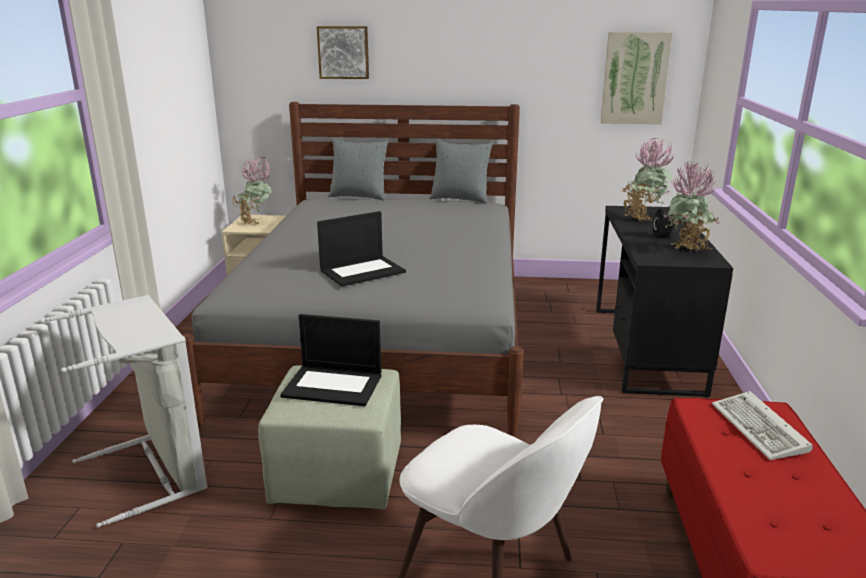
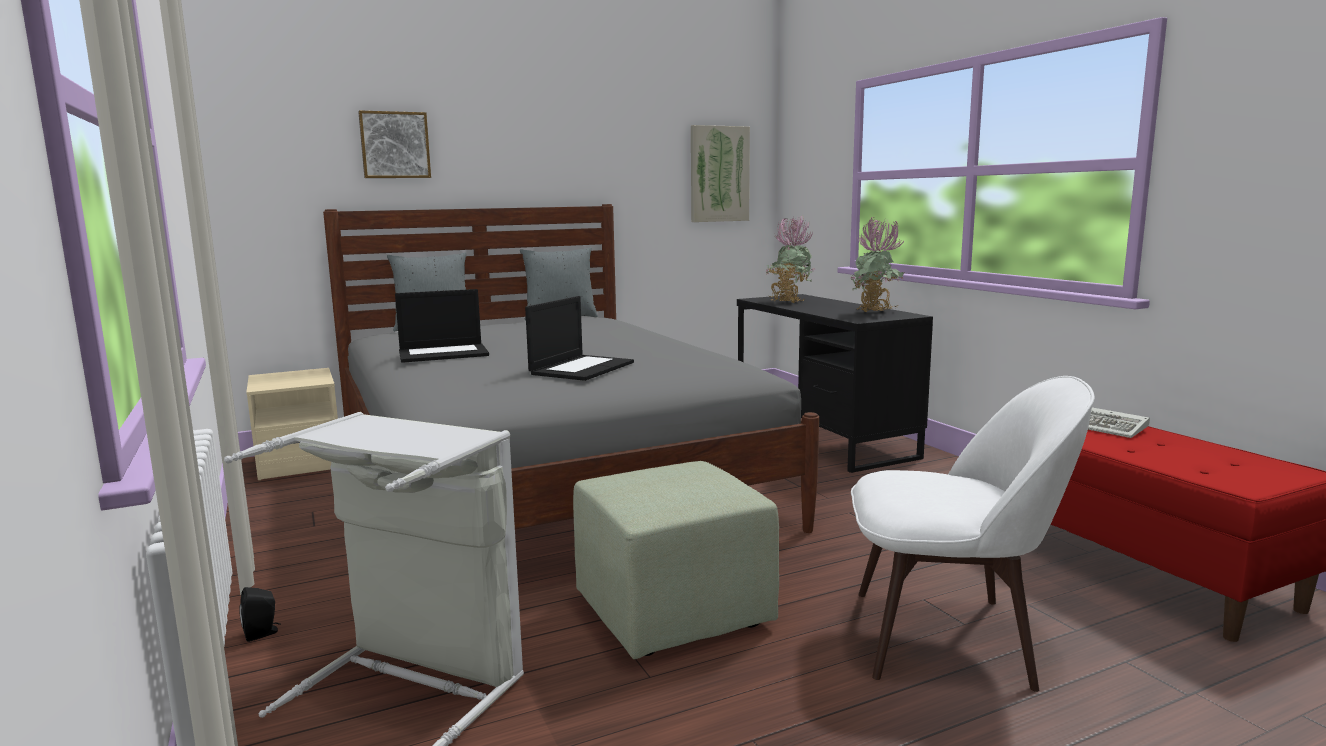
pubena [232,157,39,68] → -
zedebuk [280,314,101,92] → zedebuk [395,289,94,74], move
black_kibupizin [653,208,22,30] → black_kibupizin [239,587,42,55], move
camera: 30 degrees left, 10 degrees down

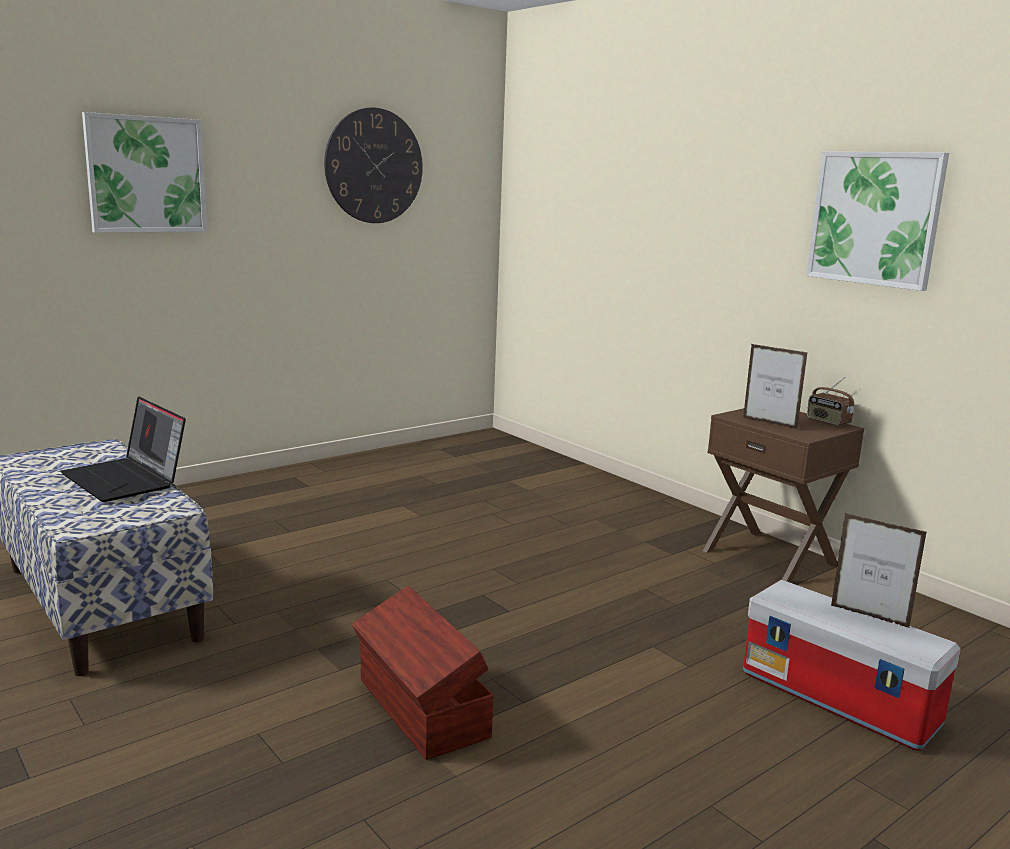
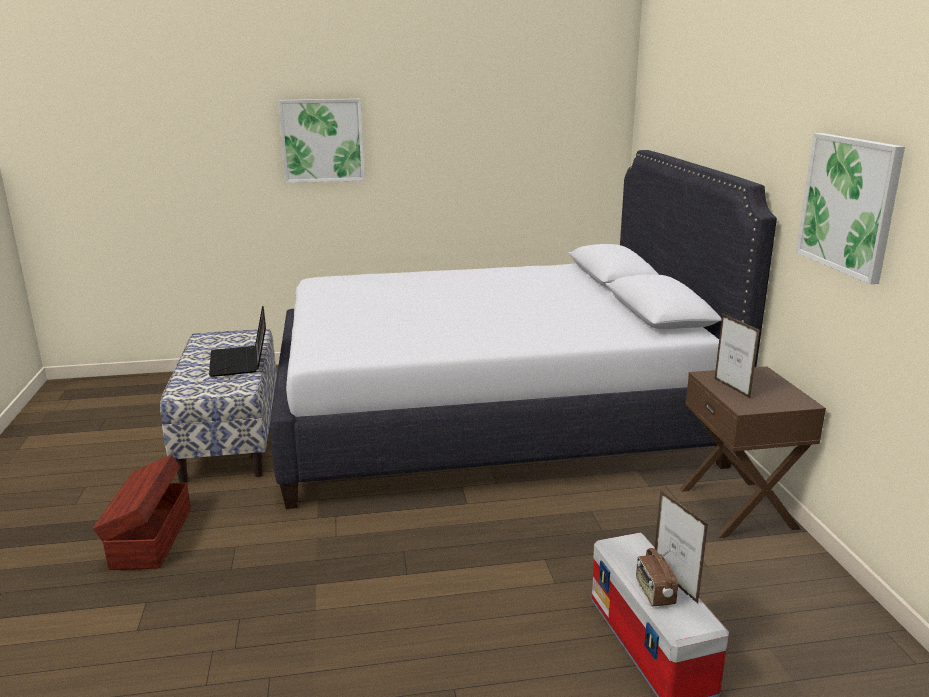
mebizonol [324,107,99,116] → -
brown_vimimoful [352,586,142,174] → brown_vimimoful [93,454,98,116], move
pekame [807,377,47,49] → pekame [636,548,42,59], move
- → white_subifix [270,150,507,359]
camera: 30 degrees right, 5 degrees up

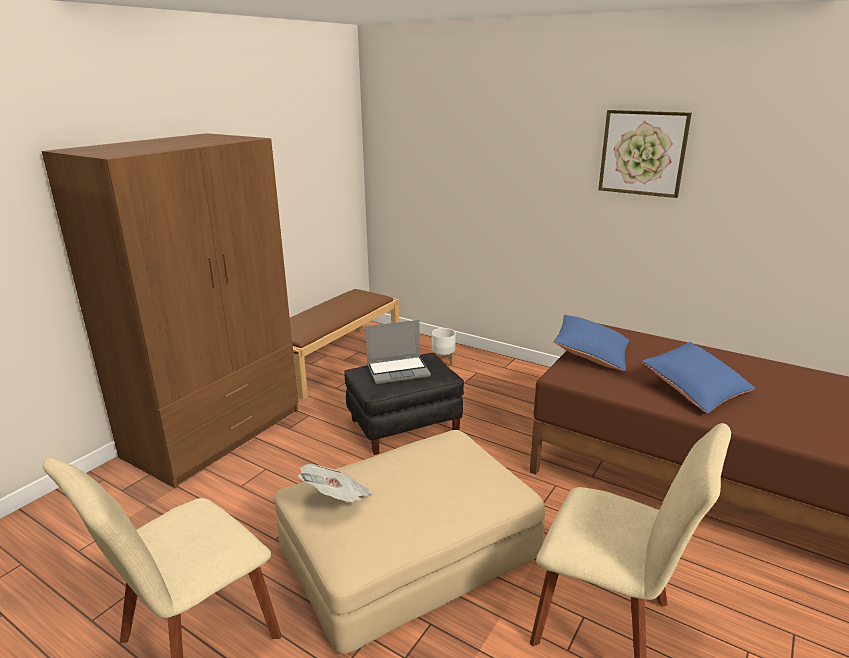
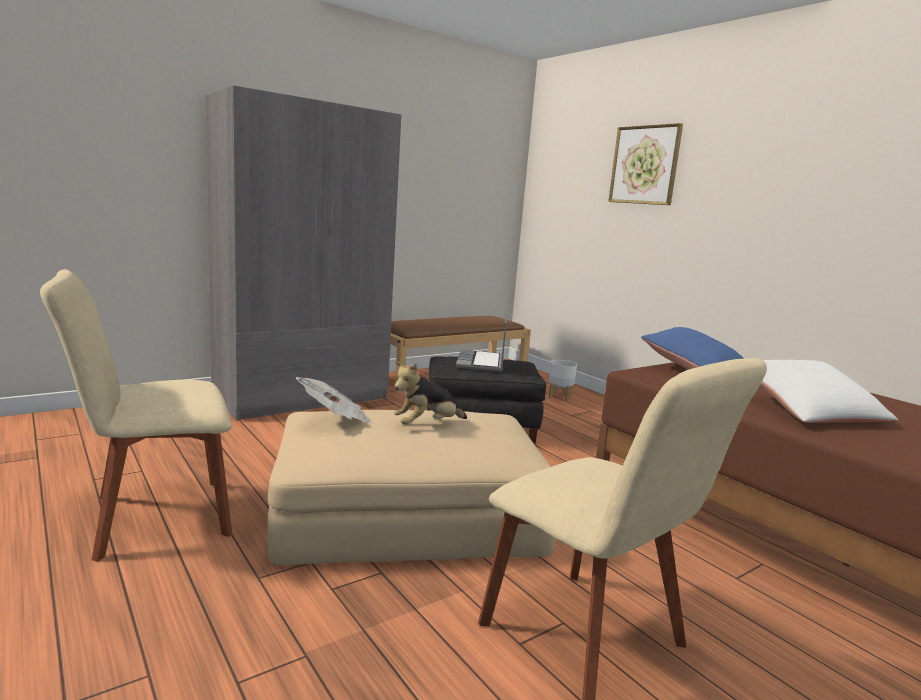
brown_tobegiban [42,133,257,355] → grey_tobegiban [205,85,196,336]
zedebuk [365,320,66,64] → zedebuk [456,312,51,60], 90 degrees clockwise
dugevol [598,110,94,88] → dugevol [608,123,75,82], move
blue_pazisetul [642,342,113,71] → white_pazisetul [760,360,138,63]
- → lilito [394,362,73,62]
camera: 20 degrees right, 10 degrees down

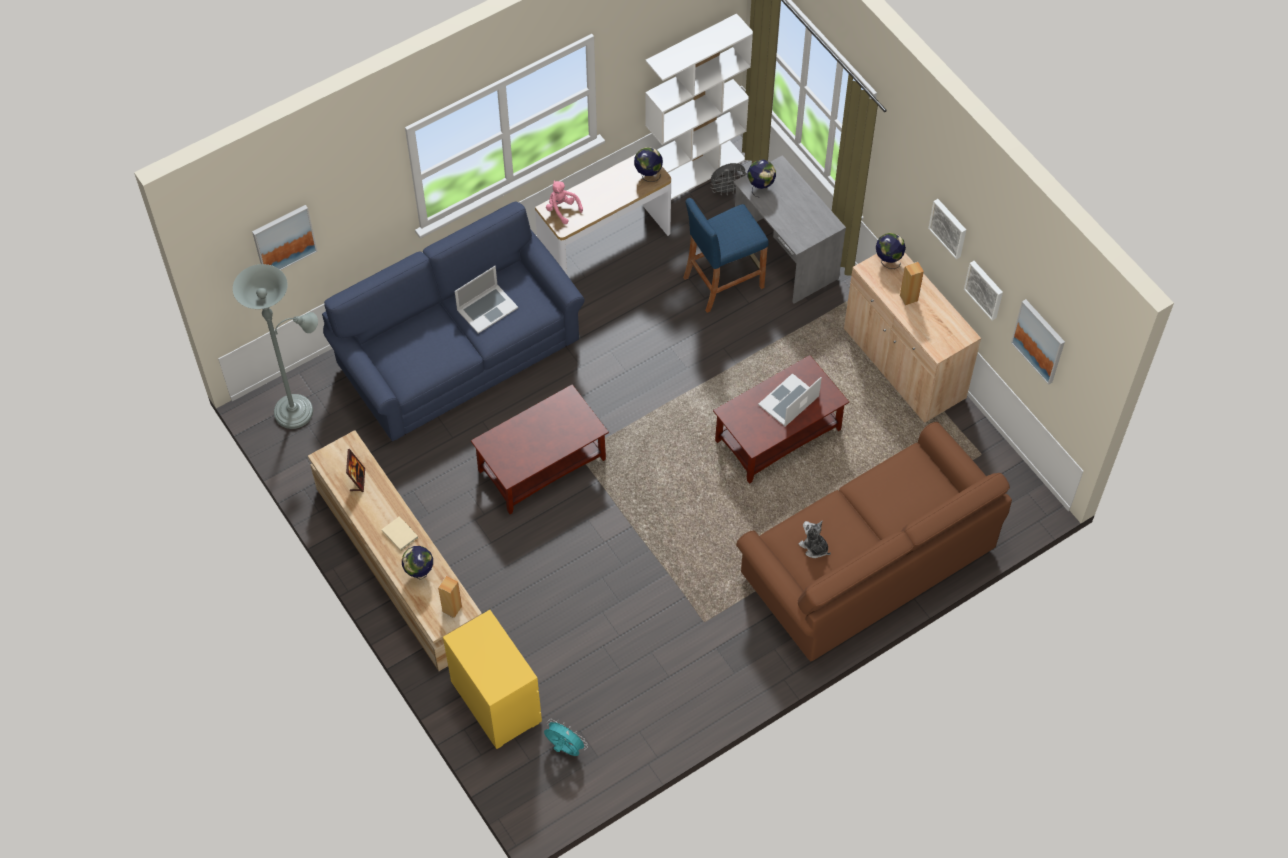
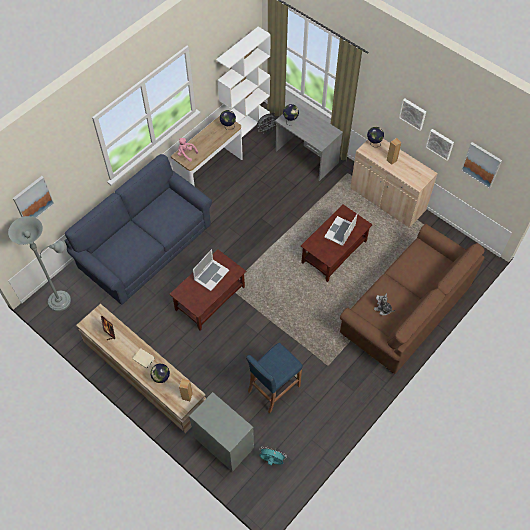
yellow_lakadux [443,610,99,139] → grey_lakadux [189,392,65,80]
zedebuk [455,266,63,68] → zedebuk [193,249,36,42], move
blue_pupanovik [683,198,86,115] → blue_pupanovik [246,343,57,70], move
camera: 15 degrees left, 0 degrees up

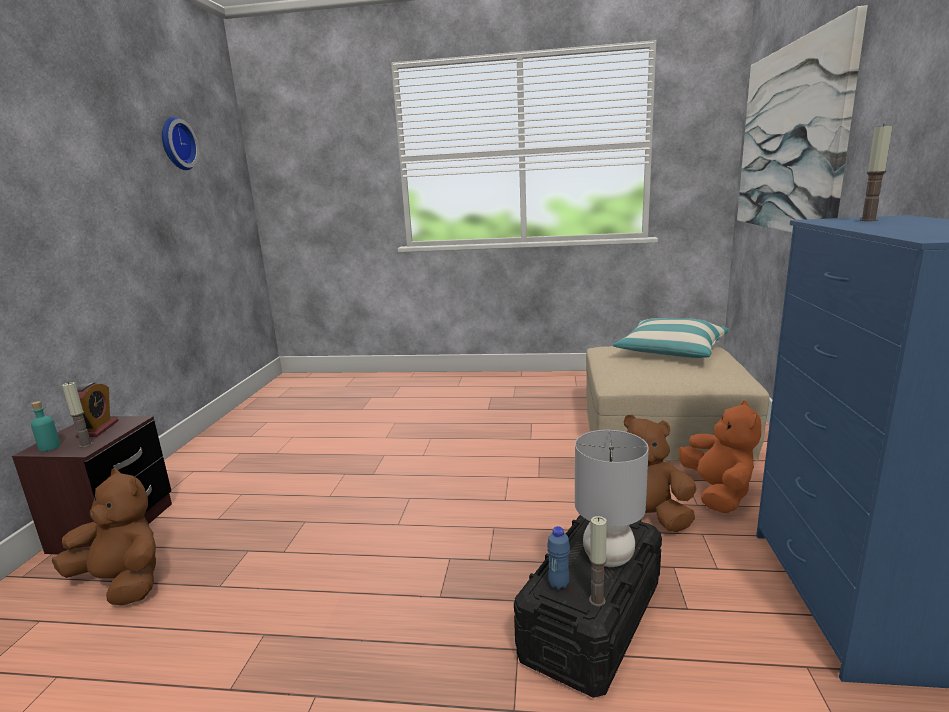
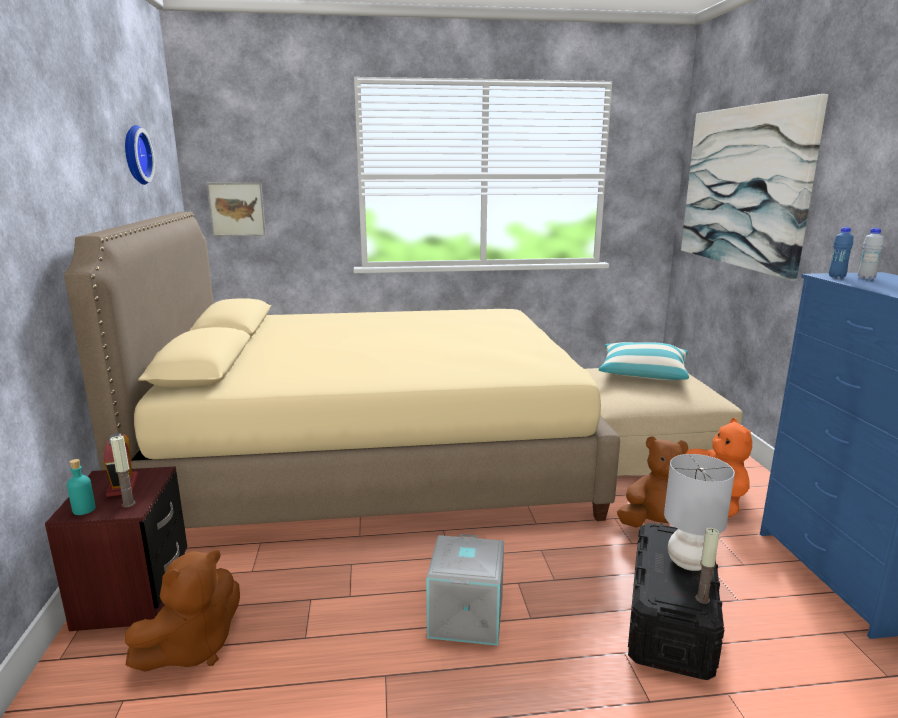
brown_lilito [52,468,104,138] → brown_lilito [125,550,115,121], 120 degrees clockwise
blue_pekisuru [547,526,23,64] → blue_pekisuru [829,227,24,51], move
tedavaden [860,123,33,98] → white_pekisuru [858,228,26,52]
- → beige_subifix [64,212,556,316]
- → dugevol [207,183,59,53]
- → grey_vimimoful [426,534,78,112]
camera: 15 degrees left, 0 degrees up

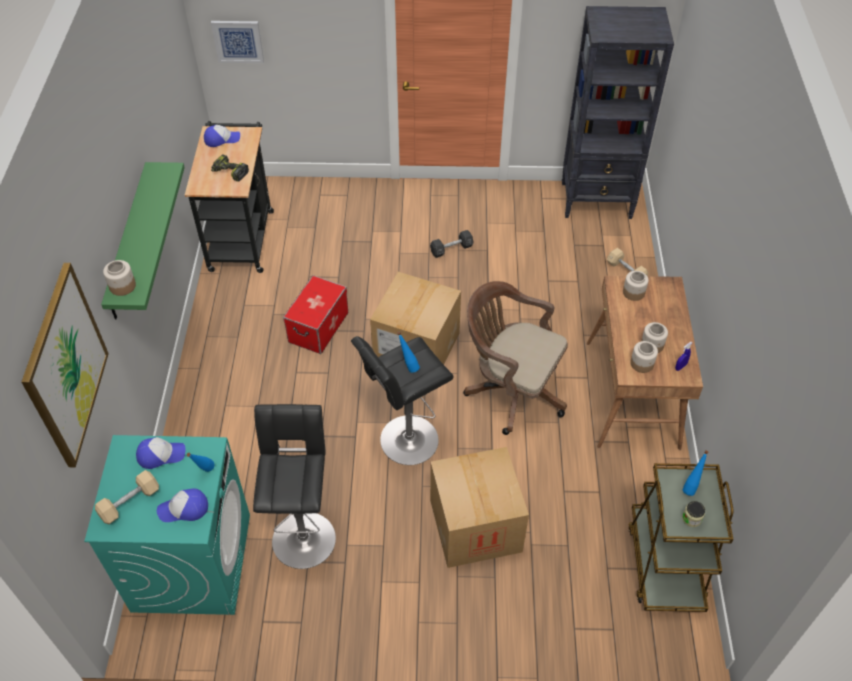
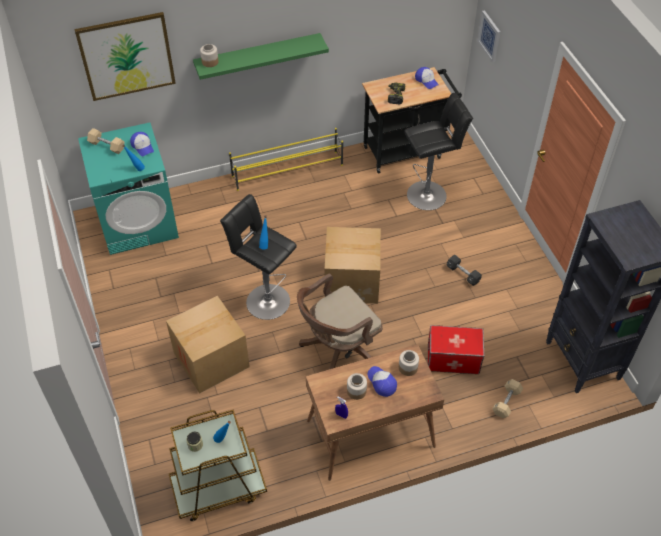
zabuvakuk [157,488,51,34] → zabuvakuk [368,366,29,31], move
black_pupanovik [253,404,83,165] → black_pupanovik [404,93,69,117], move
vimimoful [283,275,65,79] → vimimoful [428,325,56,49], move
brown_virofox [463,281,105,154] → brown_virofox [297,274,86,95], 135 degrees counterclockwise
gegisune [630,341,28,32] → -
- → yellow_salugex [229,128,114,63]
camera: 70 degrees right, 0 degrees up

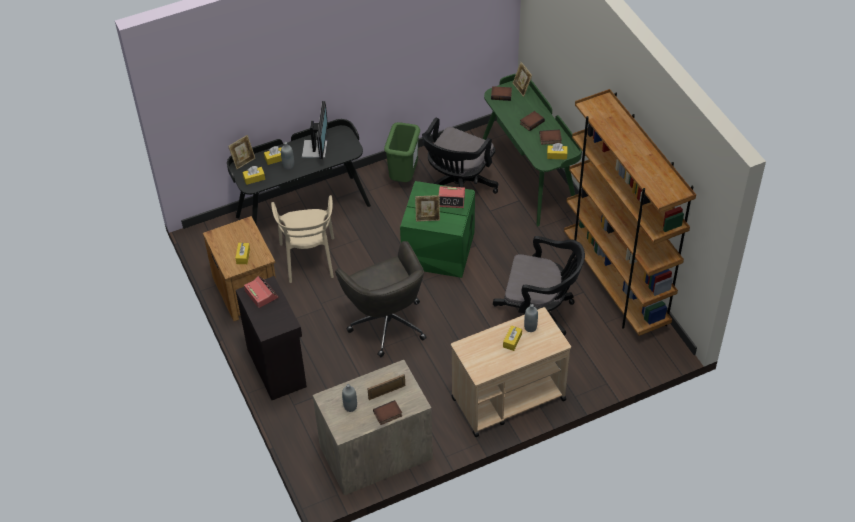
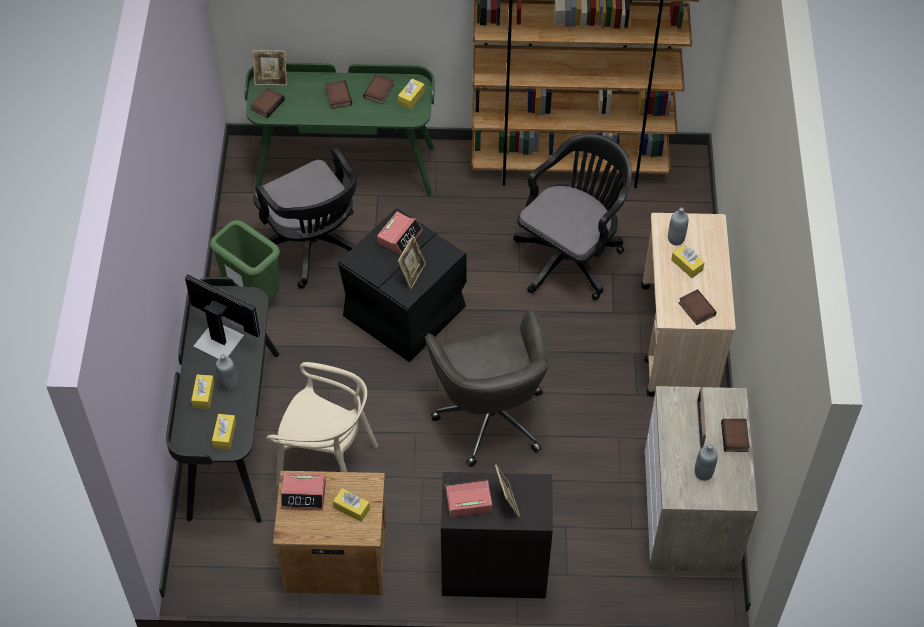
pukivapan [228,135,27,34] → pukivapan [495,465,25,52], move
grey_virofox [335,241,92,116] → grey_virofox [425,309,124,158], 75 degrees clockwise
green_vimimoful [400,181,75,97] → black_vimimoful [338,208,129,154]
- → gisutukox [281,473,45,38]
- → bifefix [679,289,37,36]
camera: 65 degrees left, 5 degrees up

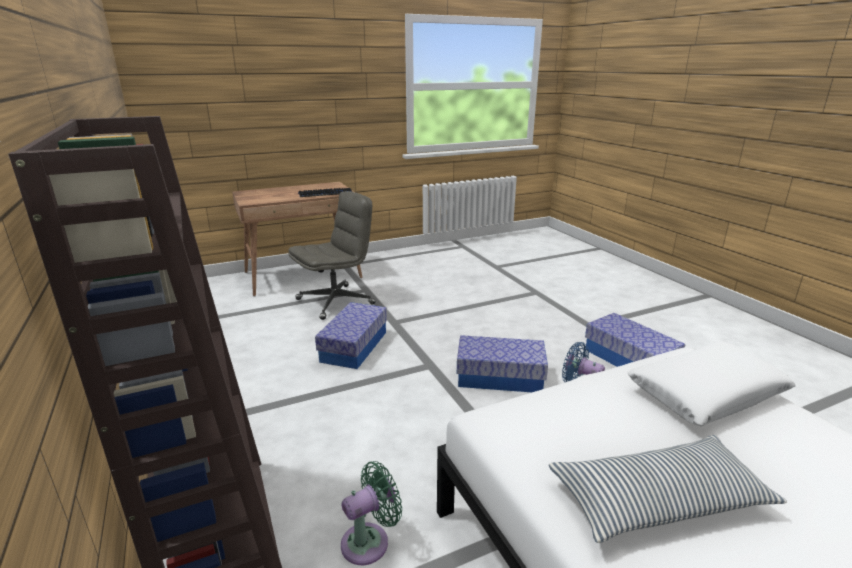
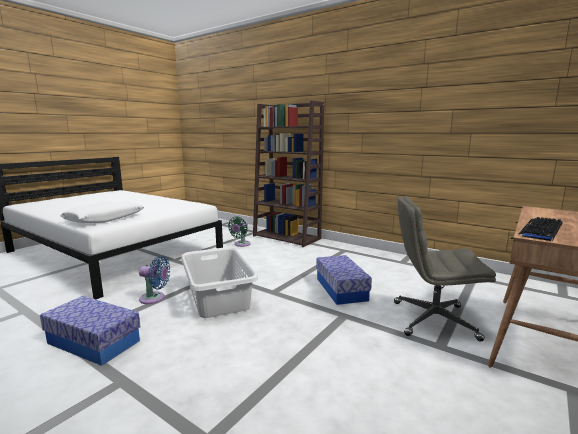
grey_virofox [289,191,86,129] → grey_virofox [394,196,102,145], 75 degrees clockwise
vimimoful [457,335,91,57] → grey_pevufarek [181,247,77,71]
pazisetul [549,435,238,108] → -
camera: 150 degrees right, 10 degrees down

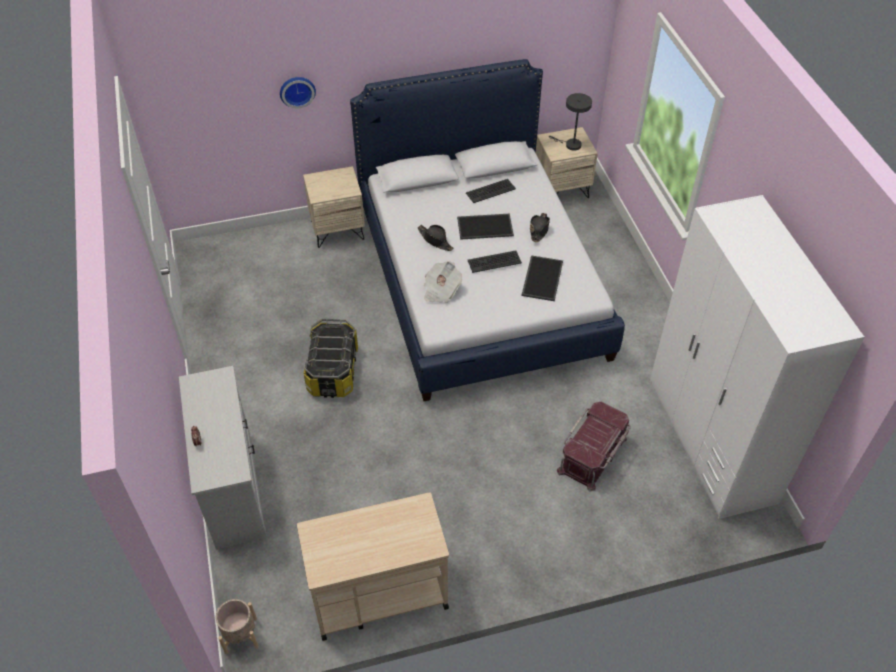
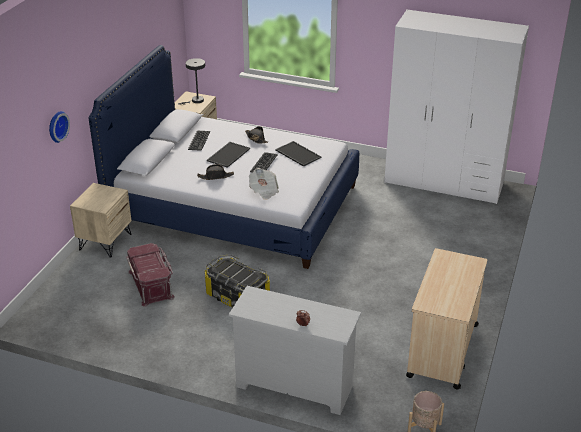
red_vimimoful [557,401,74,90] → red_vimimoful [126,243,49,64], move
camera: 55 degrees left, 15 degrees down

